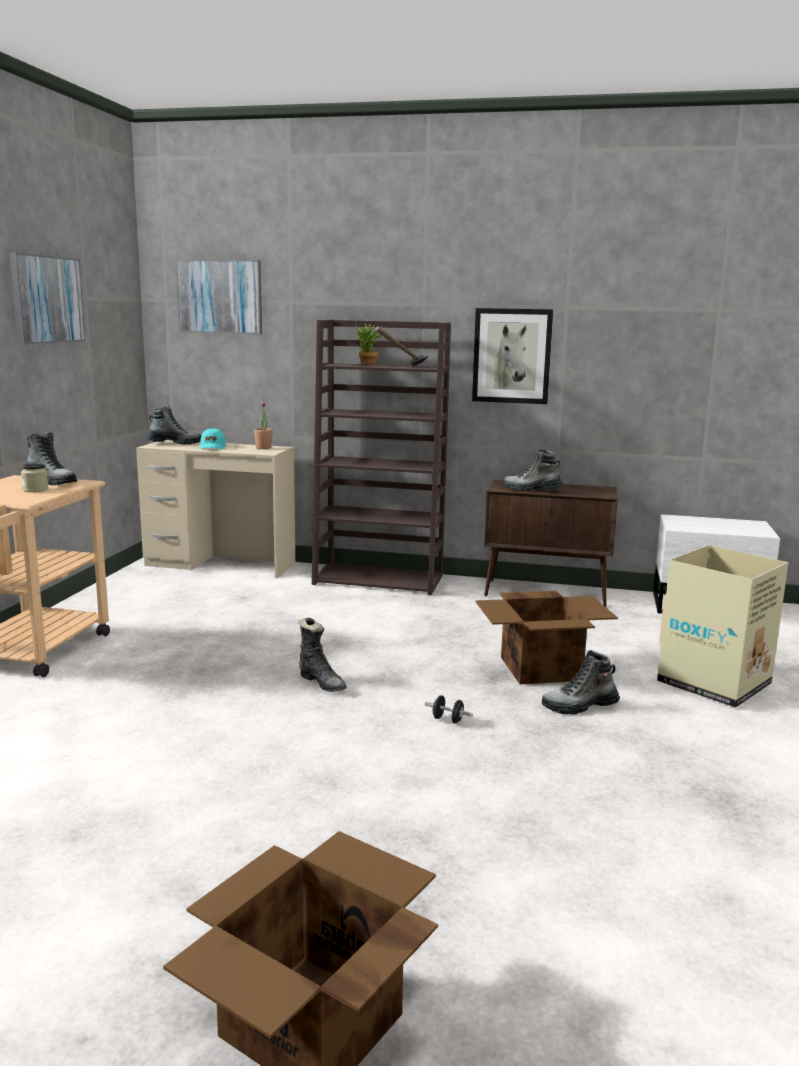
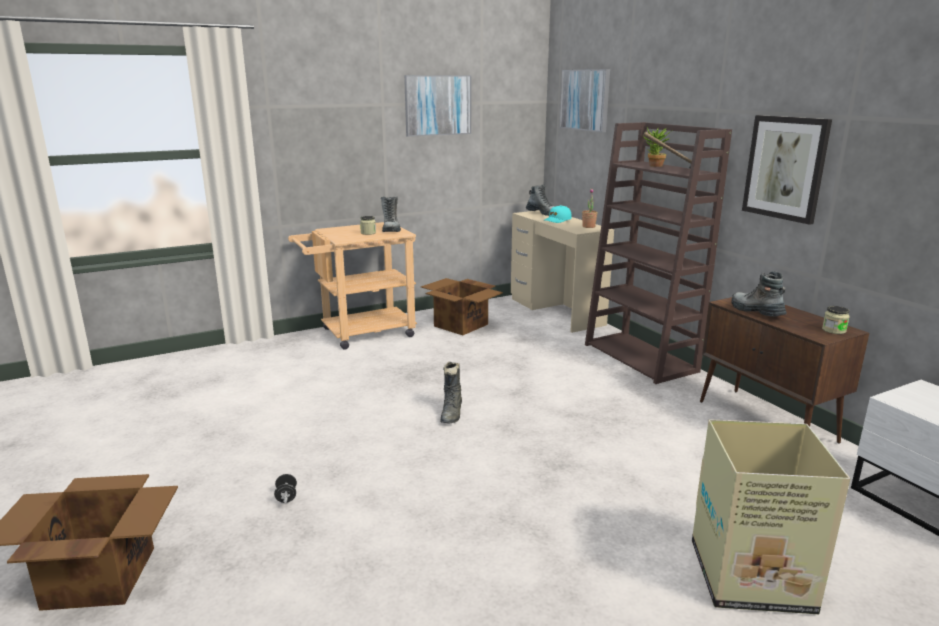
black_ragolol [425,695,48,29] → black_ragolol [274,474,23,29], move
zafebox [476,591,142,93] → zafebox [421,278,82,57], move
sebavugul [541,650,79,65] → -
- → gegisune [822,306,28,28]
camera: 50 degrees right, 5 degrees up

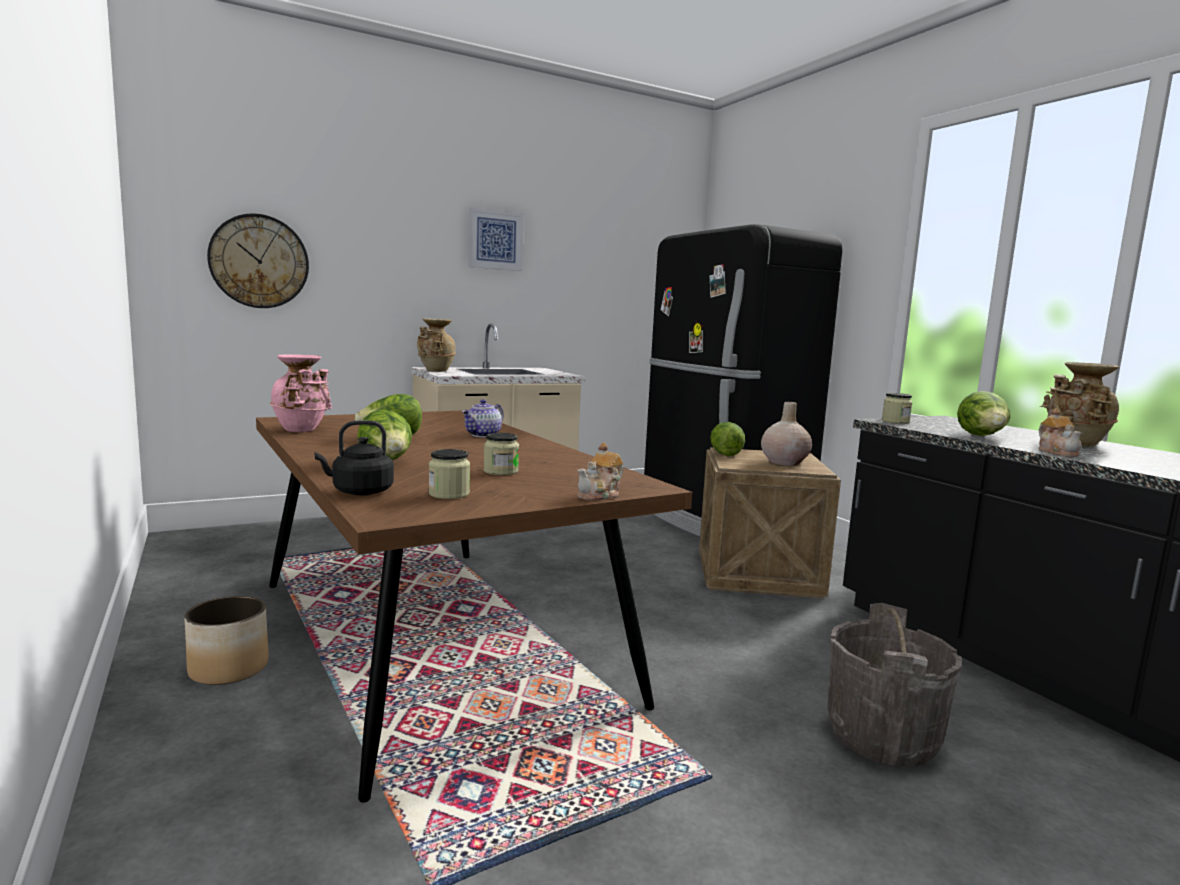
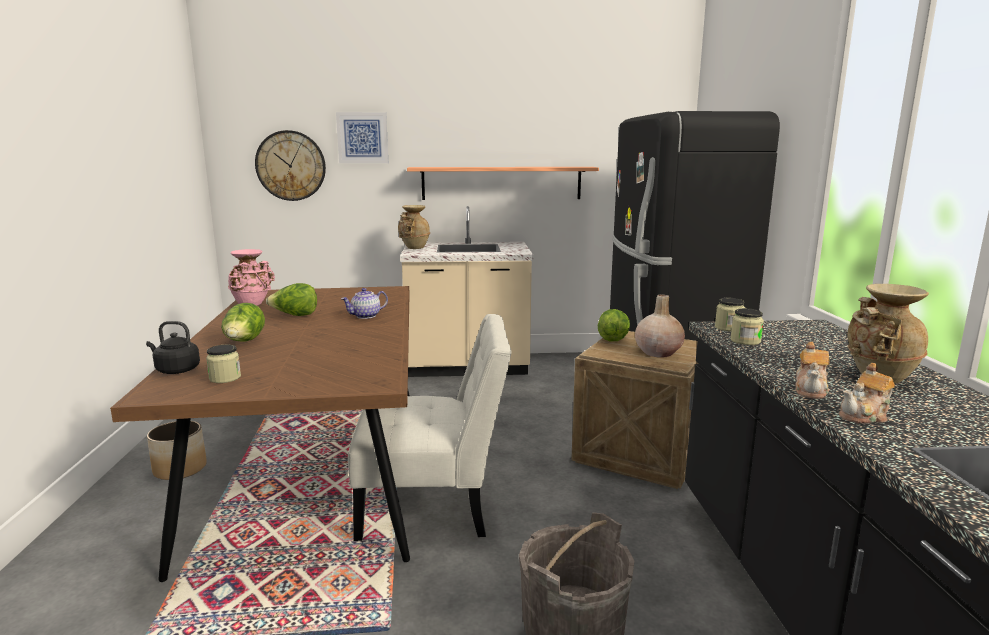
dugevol [468,207,56,64] → dugevol [336,112,52,51], move
gegisune [484,433,35,42] → gegisune [730,308,34,37], move
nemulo [577,443,46,58] → nemulo [839,363,56,61], move
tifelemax [957,391,53,45] → -
- → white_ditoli [348,314,164,227]
- → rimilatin [407,167,192,33]
camera: 25 degrees right, 5 degrees up

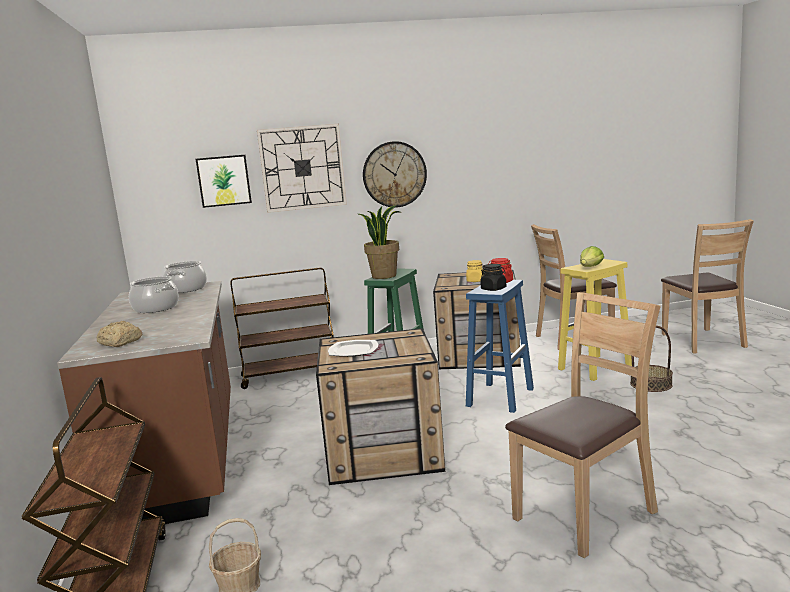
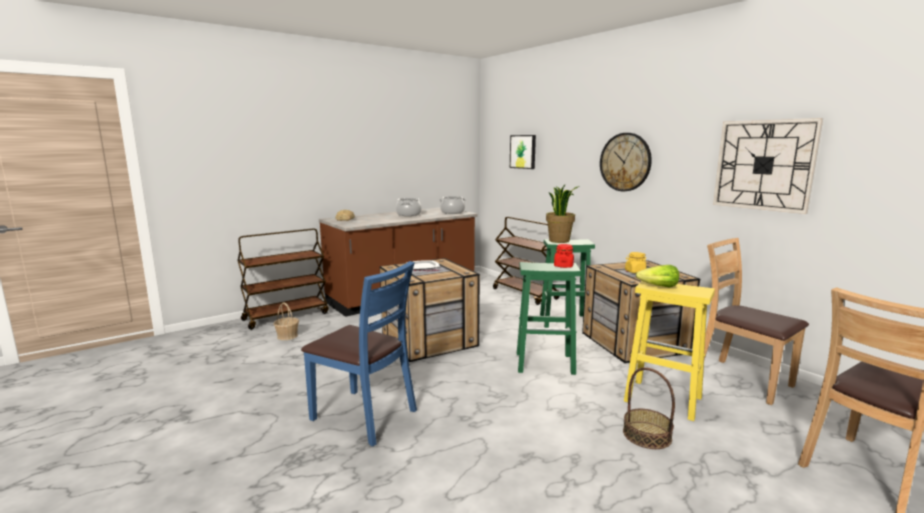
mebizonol [257,124,90,89] → mebizonol [713,118,110,96], move
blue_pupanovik [466,280,68,133] → green_pupanovik [517,262,64,113]
black_gegisune [480,264,26,27] → -
brown_ditoli [505,292,156,266] → blue_ditoli [301,261,116,186]
camera: 65 degrees right, 0 degrees up

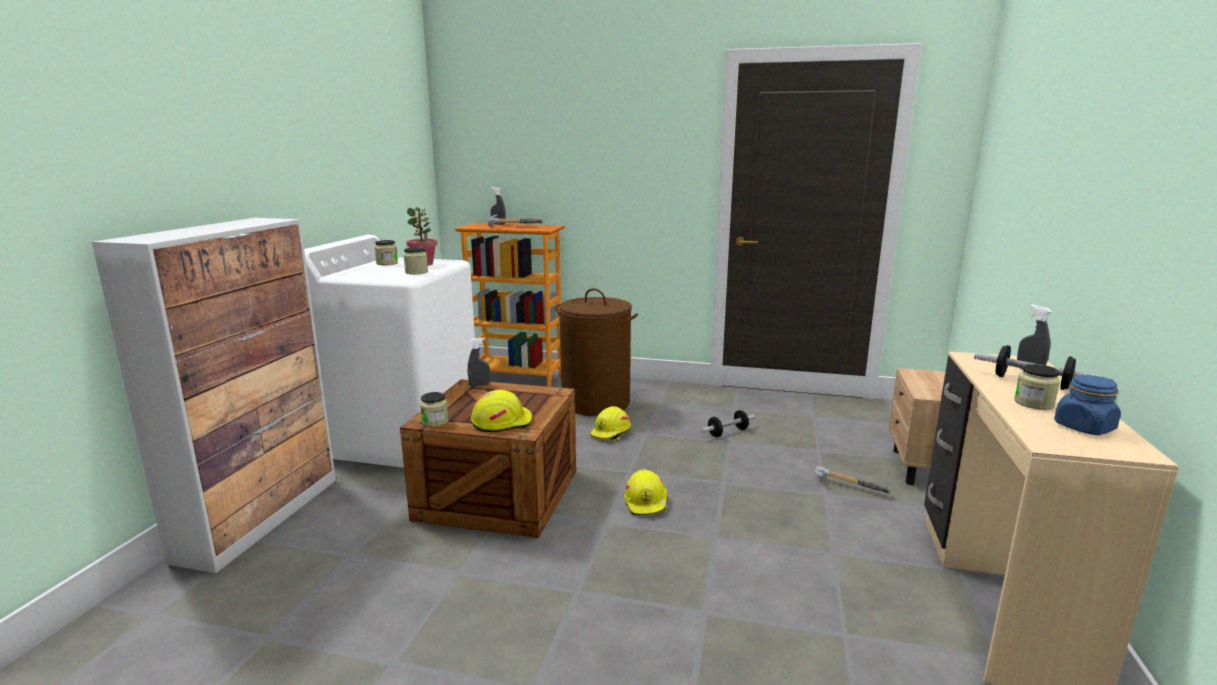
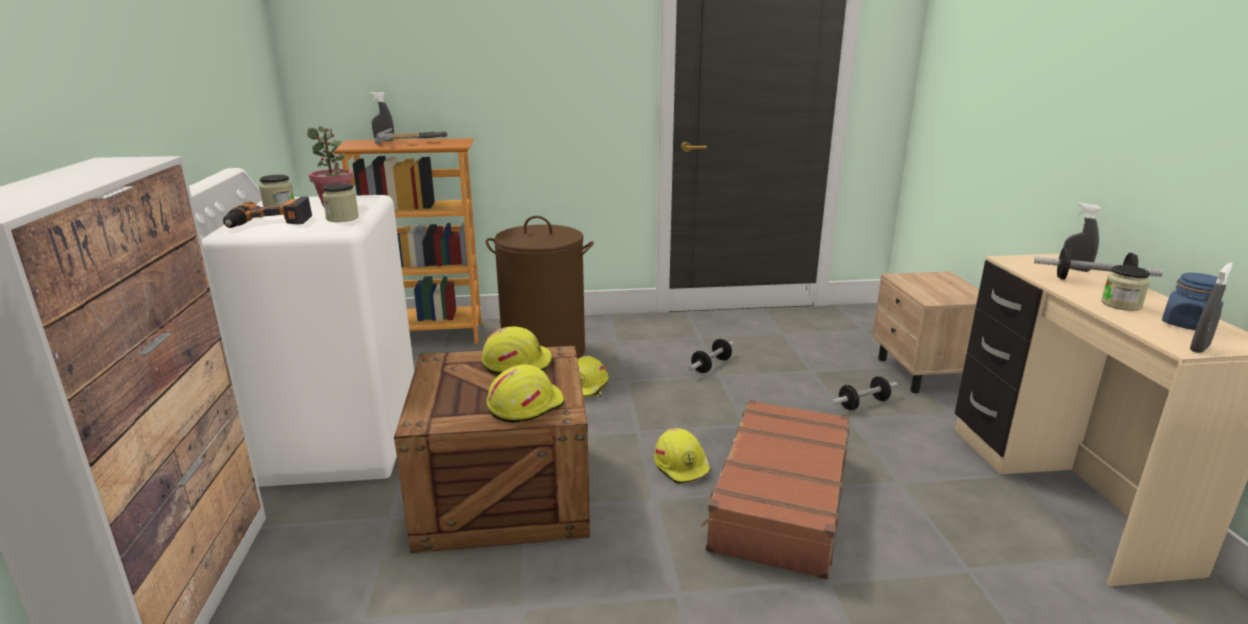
gegisune [420,392,29,35] → -
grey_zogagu [468,338,22,49] → grey_zogagu [1190,263,43,90], move
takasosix [815,467,76,26] → ragolol [831,376,67,34]
- → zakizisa [223,196,89,32]
- → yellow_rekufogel [482,326,71,48]
- → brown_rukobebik [701,400,148,180]
camera: 20 degrees left, 5 degrees up

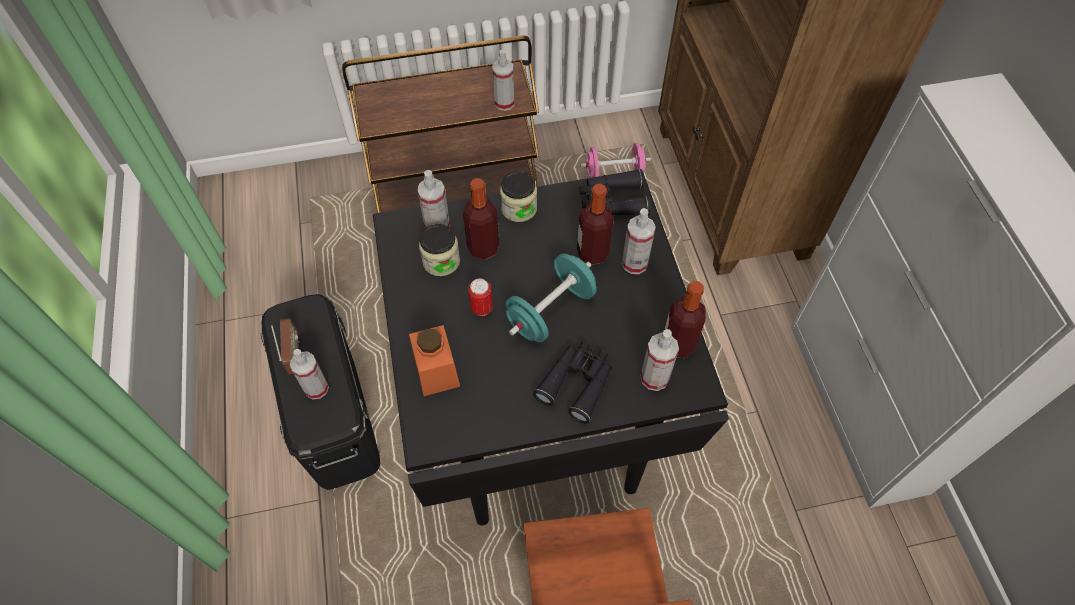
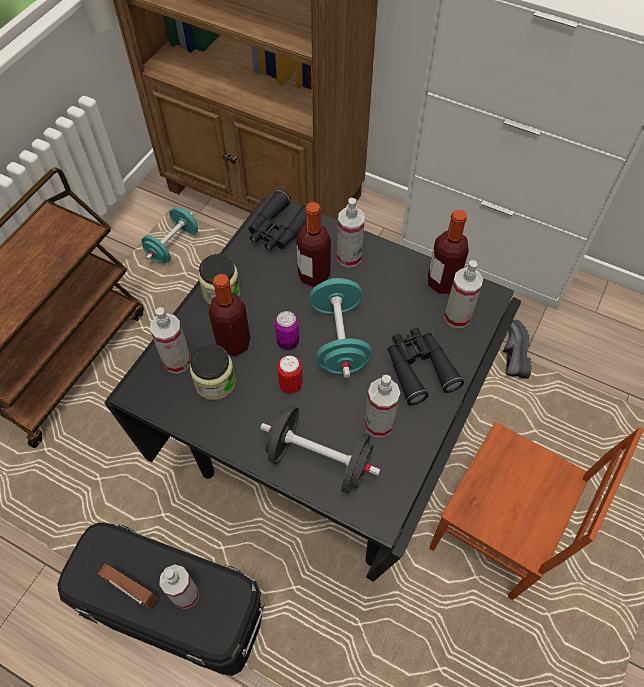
orange_gegisune [409,325,51,71] → black_ragolol [260,406,121,88]
zogagu [492,50,22,61] → zogagu [364,375,36,62], move
pink_ragolol [580,143,71,35] → turquoise_ragolol [142,207,56,56]
- → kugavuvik [275,311,24,39]
- → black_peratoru [503,320,29,59]
camera: 50 degrees left, 0 degrees up

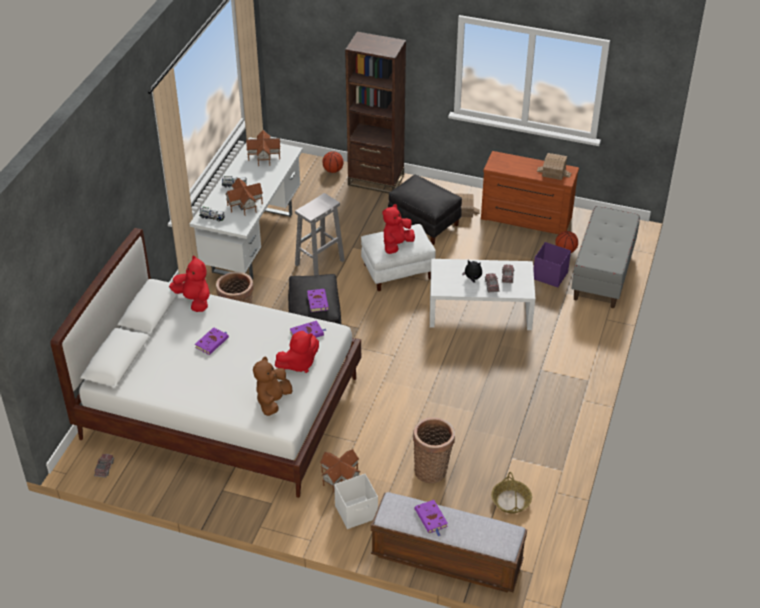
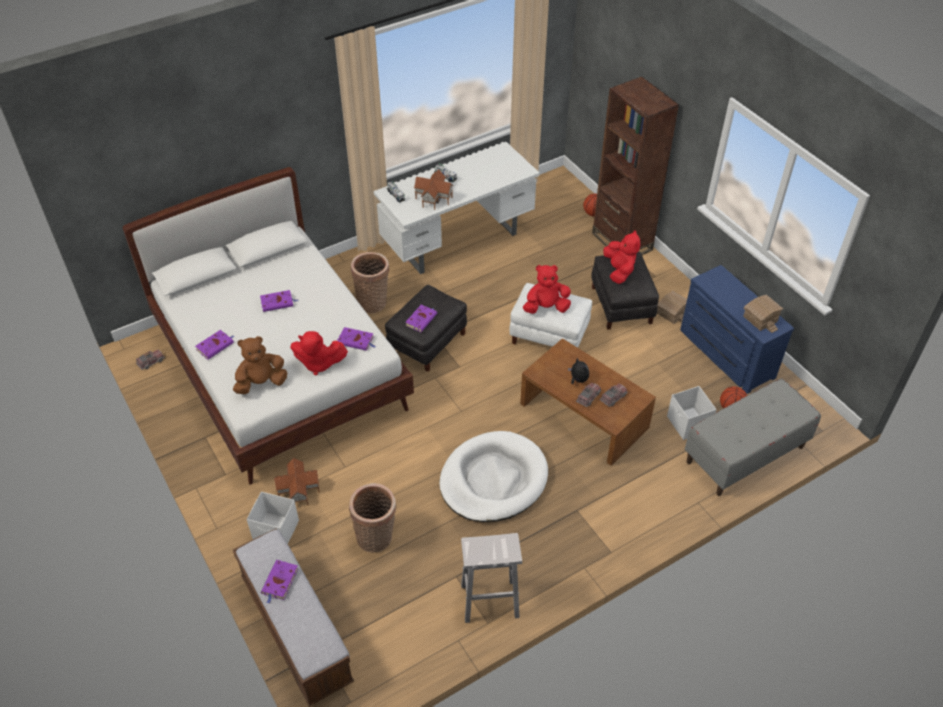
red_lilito [169,256,41,56] → red_lilito [603,230,37,54], move
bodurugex [246,130,35,36] → -
white_pupanovik [295,193,50,82] → white_pupanovik [461,533,61,90], move
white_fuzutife [430,259,106,71] → brown_fuzutife [520,338,136,128]
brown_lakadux [481,151,98,83] → blue_lakadux [680,265,114,129]
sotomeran [491,472,41,41] → -
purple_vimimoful [533,242,38,46] → white_vimimoful [667,386,50,54]
- → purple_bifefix [195,330,40,29]
- → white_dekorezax [439,431,109,91]
camera: 40 degrees right, 5 degrees up

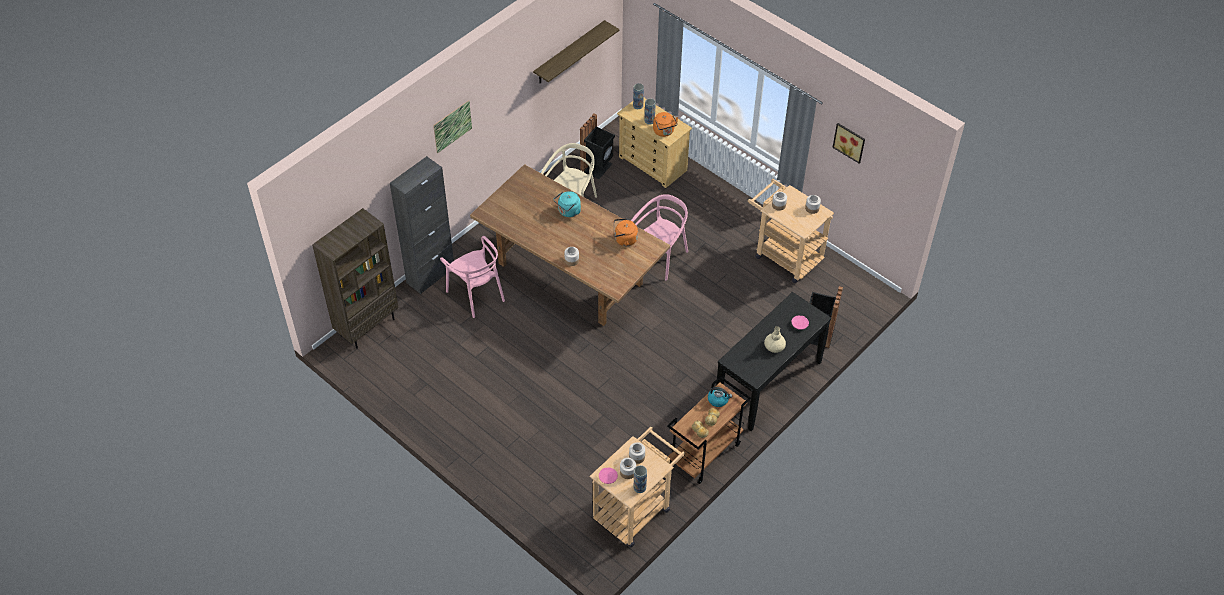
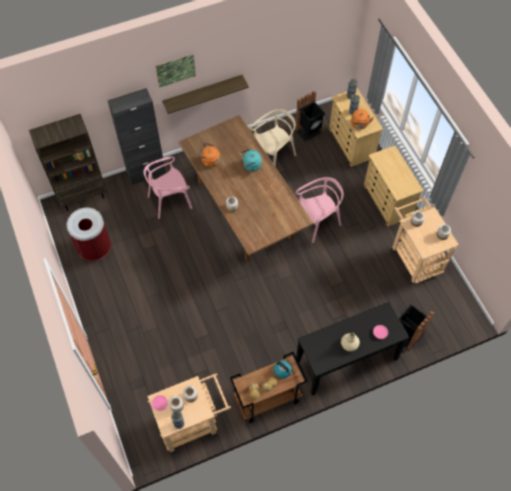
pink_ditoli [440,236,65,82] → pink_ditoli [144,156,48,63], 75 degrees clockwise
rimilatin [533,20,86,63] → rimilatin [162,75,87,39], move
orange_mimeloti [613,218,25,28] → orange_mimeloti [198,143,22,24], move
dugevol [832,123,33,40] → -
- → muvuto [67,208,44,53]
- → beige_lakadux [364,146,60,81]
camera: 25 degrees right, 10 degrees up

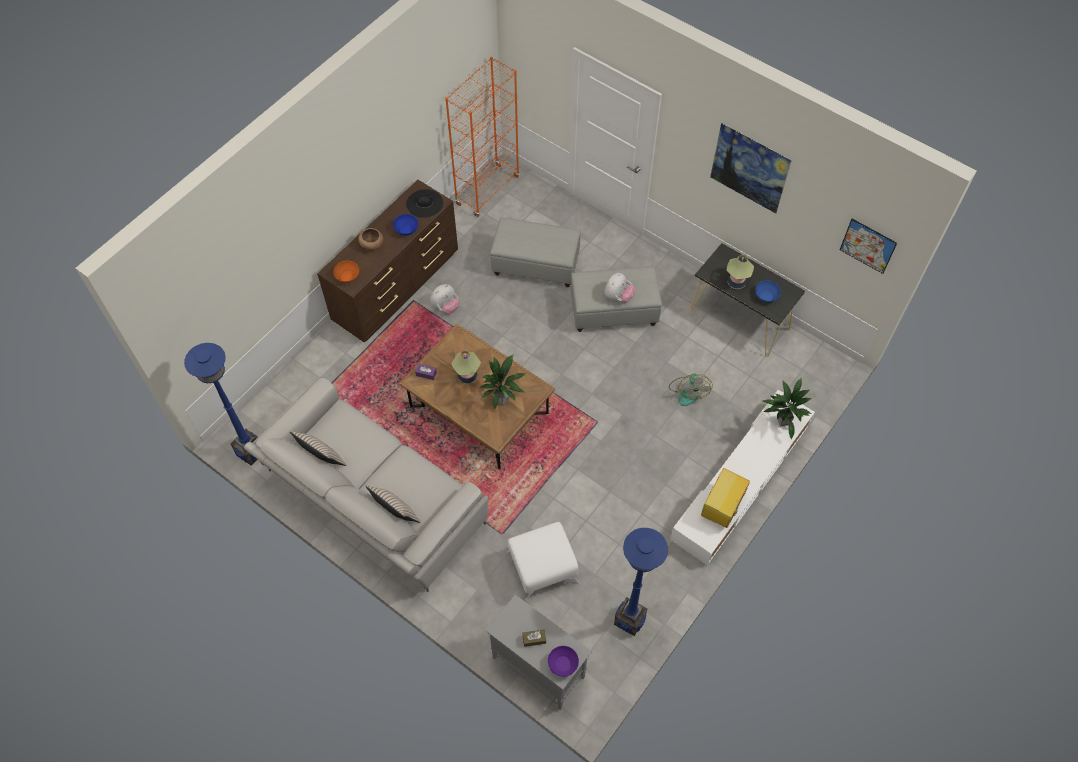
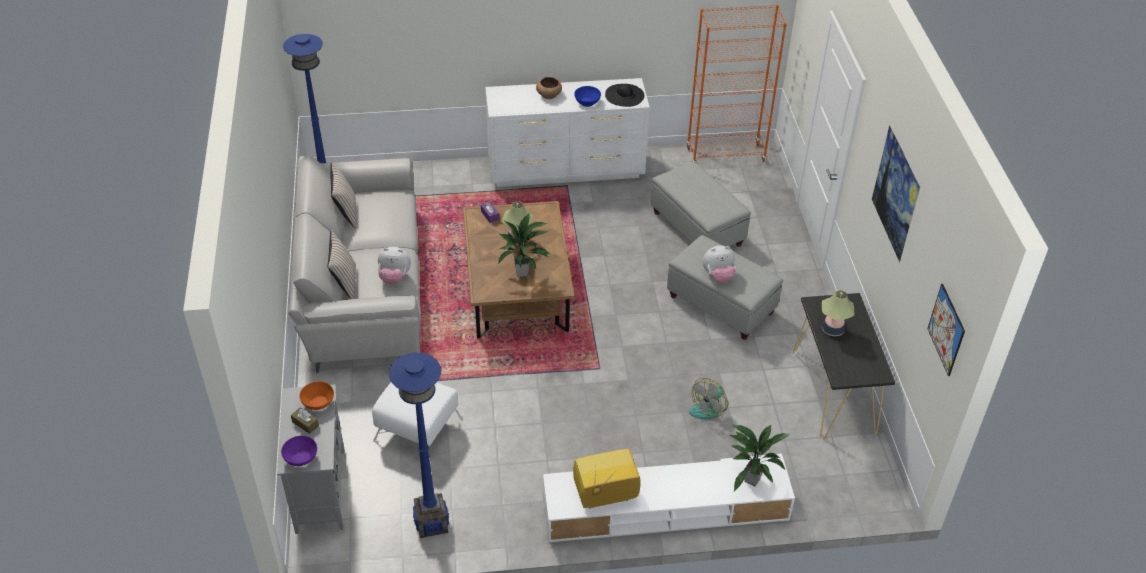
brown_lakadux [317,180,141,163] → white_lakadux [485,78,165,109]
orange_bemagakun [333,261,26,22] → orange_bemagakun [300,381,34,29], move
lilito [430,284,30,30] → lilito [378,247,33,38], move
blue_bemagakun [755,280,26,23] → -
camera: 45 degrees right, 15 degrees down

